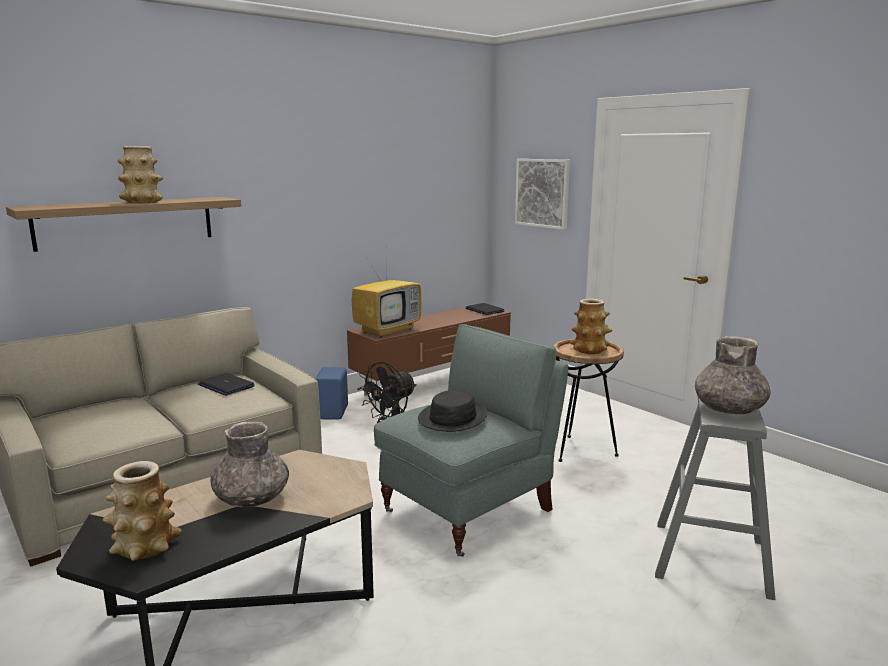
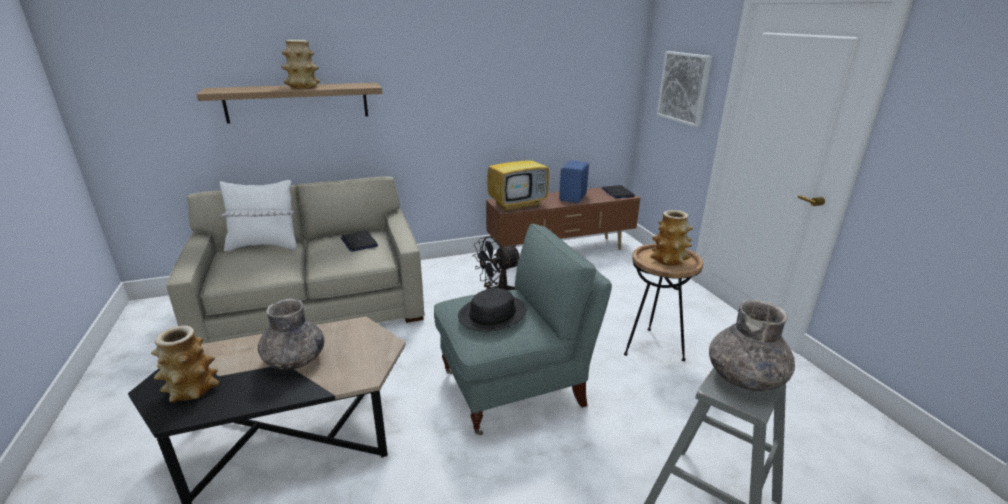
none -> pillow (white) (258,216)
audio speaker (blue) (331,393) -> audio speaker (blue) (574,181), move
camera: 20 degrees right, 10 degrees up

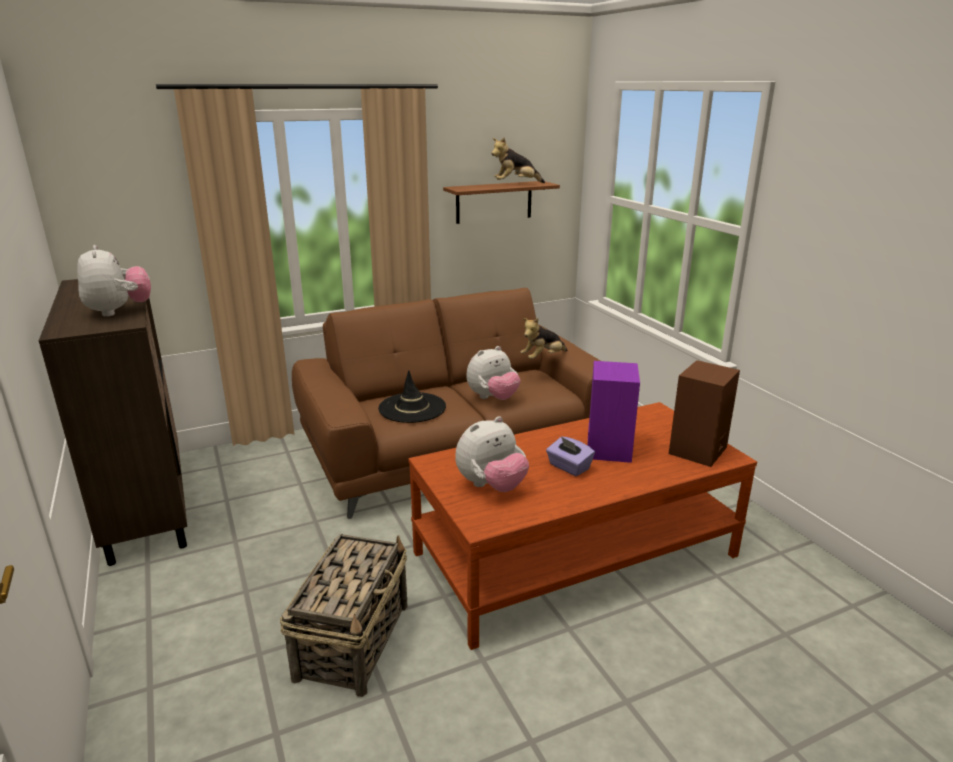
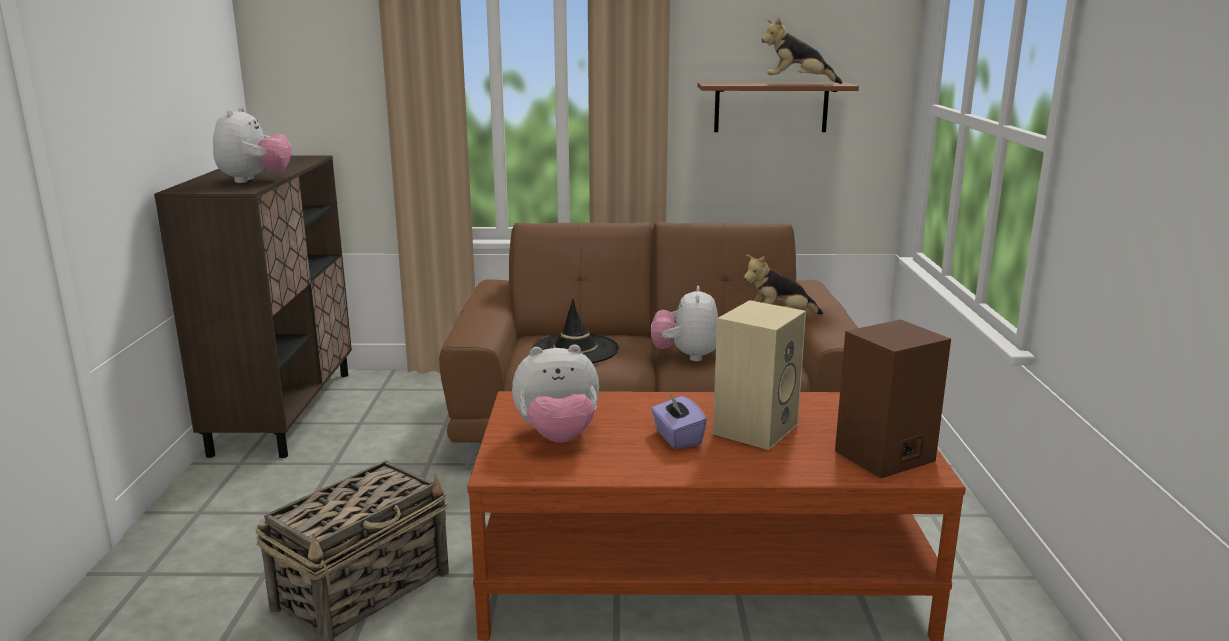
cuddly toy (494,373) -> cuddly toy (684,323), 105 degrees clockwise
audio speaker (purple) (614,412) -> audio speaker (sand-coloured) (759,375)
camera: 25 degrees right, 5 degrees down

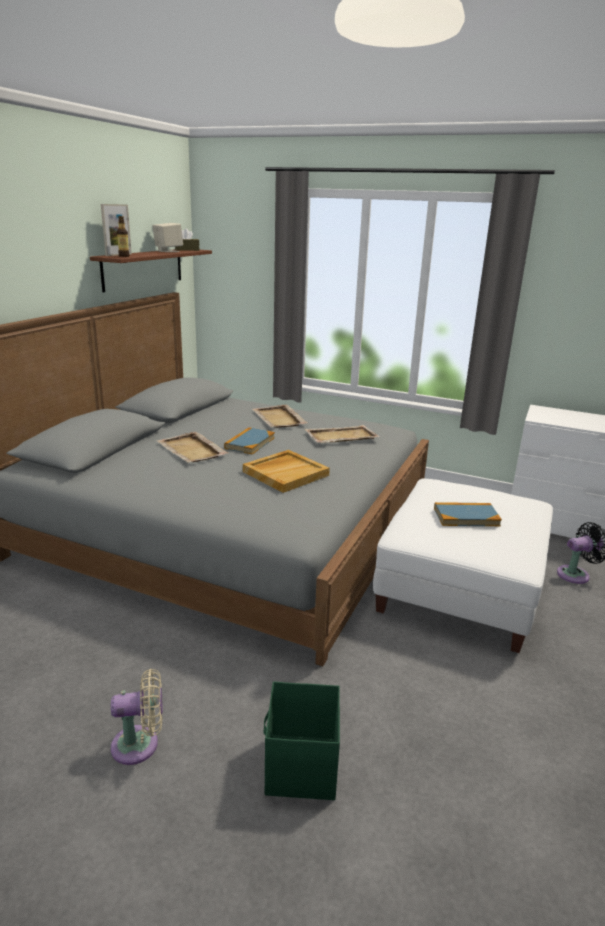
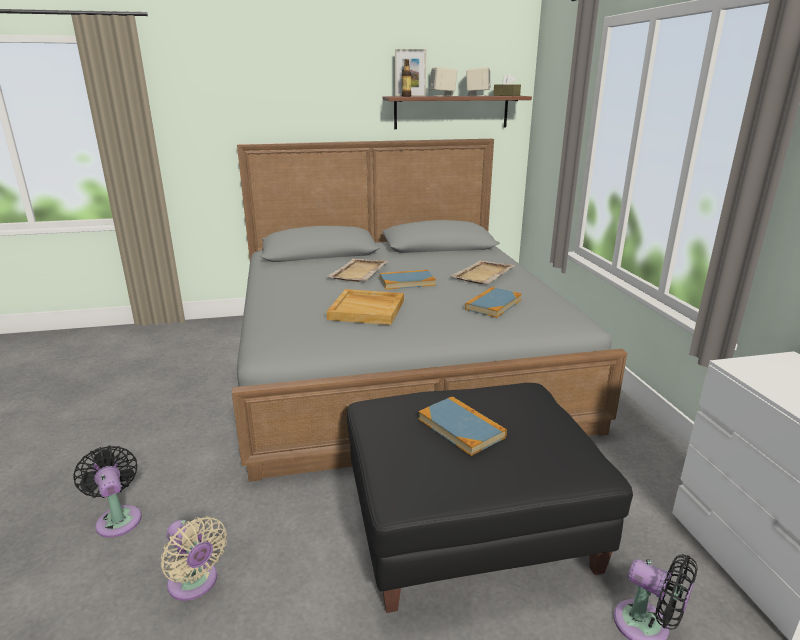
storage box (green-coloured) (301,740) -> electric fan (black) (107,491)
electric fan (sand-coloured) (136,717) -> electric fan (sand-coloured) (194,558), move
footrest (white) (463,566) -> footrest (black) (490,498)
none -> audio speaker (sand-coloured) (443,81)
serving tray (sand-coloured) (342,434) -> bound book (493,302)
camera: 55 degrees right, 0 degrees up

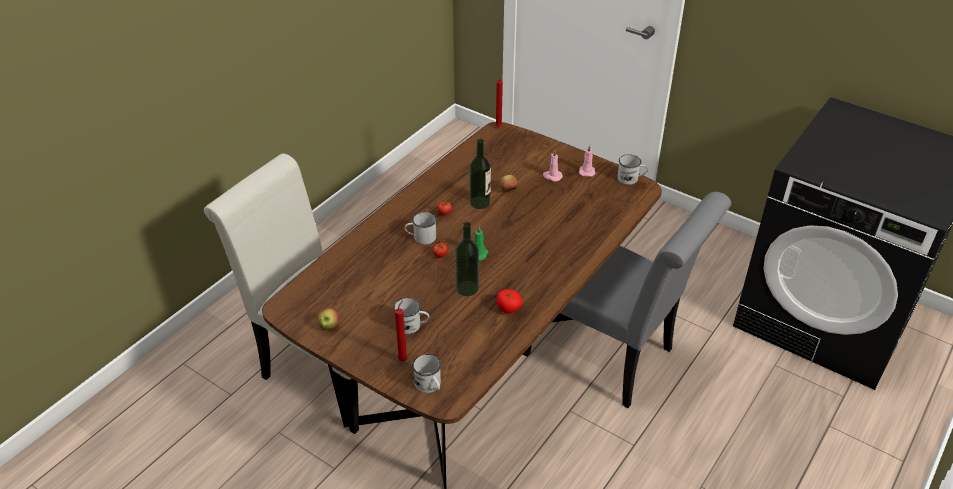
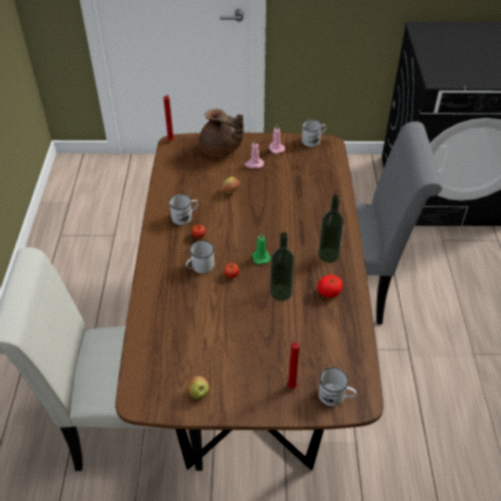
coffee mug (white) (411,315) -> coffee mug (white) (184,209), move
none -> pot for tea (brown) (221,133)
bottle (480,174) -> bottle (331,229), move
camera: 35 degrees left, 5 degrees up

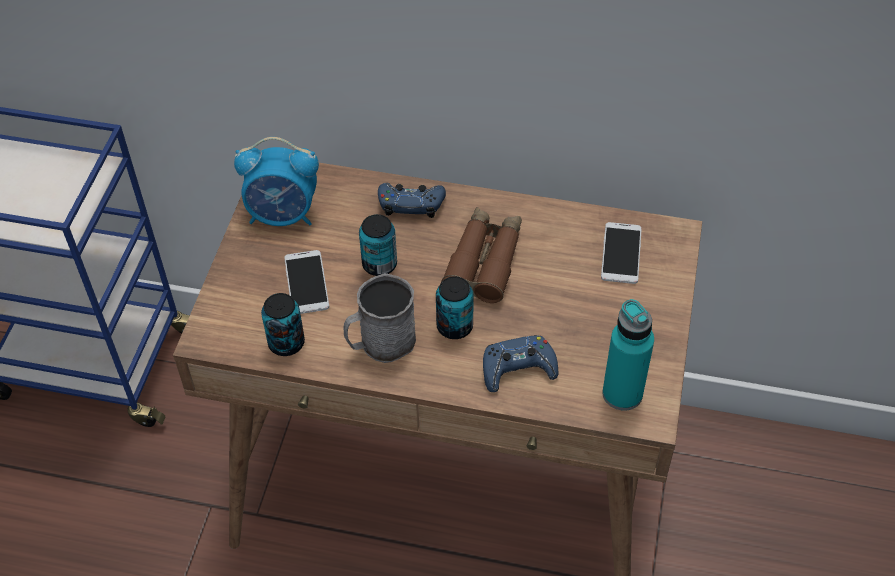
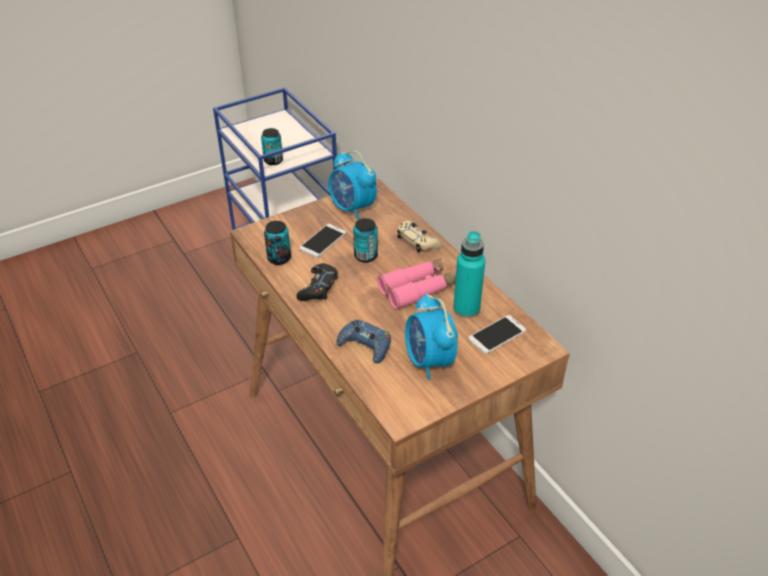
sealed can (455,307) -> sealed can (272,146), move
coffee mug (grey) (379,318) -> gamepad (black) (317,282)
binoculars (brown) (481,255) -> binoculars (pinkish) (416,284)
gamepad (blue) (412,200) -> gamepad (sand-coloured) (419,236)
none -> bedside clock (431,336)
bottle (turquoise) (628,355) -> bottle (turquoise) (469,274), move
camera: 45 degrees right, 10 degrees down

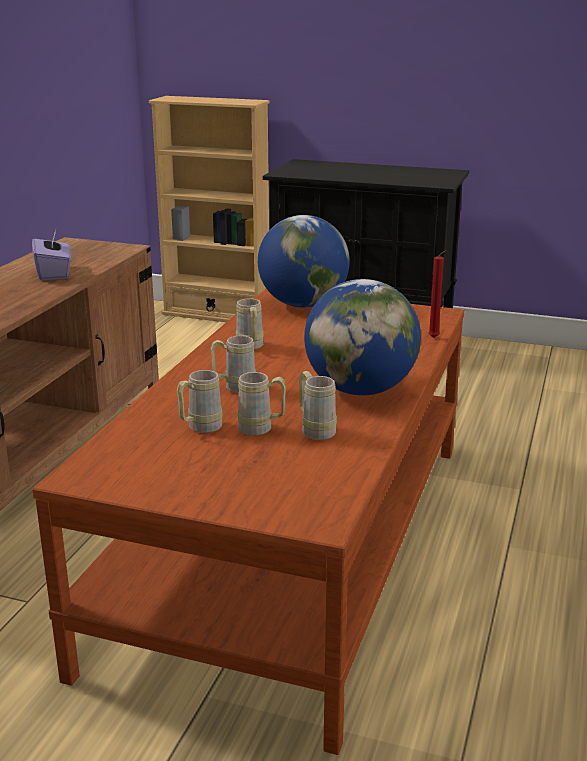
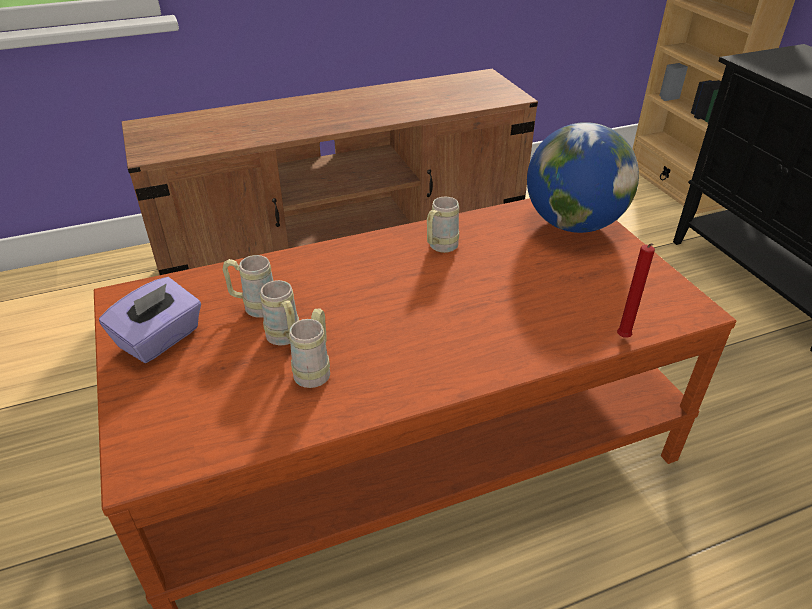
tissue holder (purple) (51,255) -> tissue holder (purple) (150,320), move
coffee mug (sand-coloured) (233,364) -> none
desk globe (362,337) -> none
camera: 50 degrees right, 15 degrees up

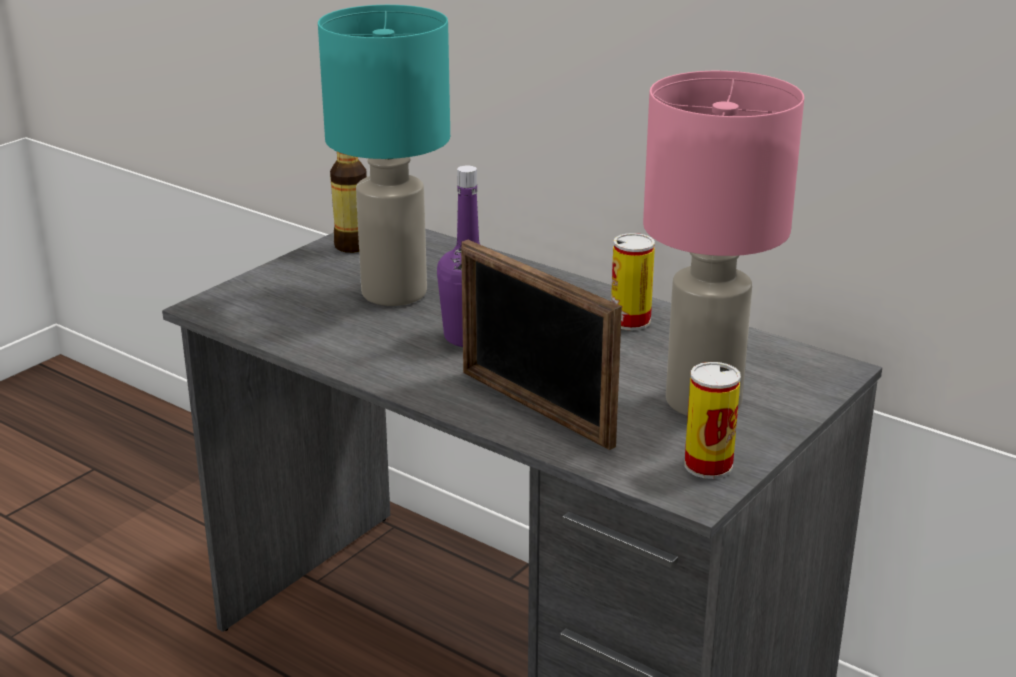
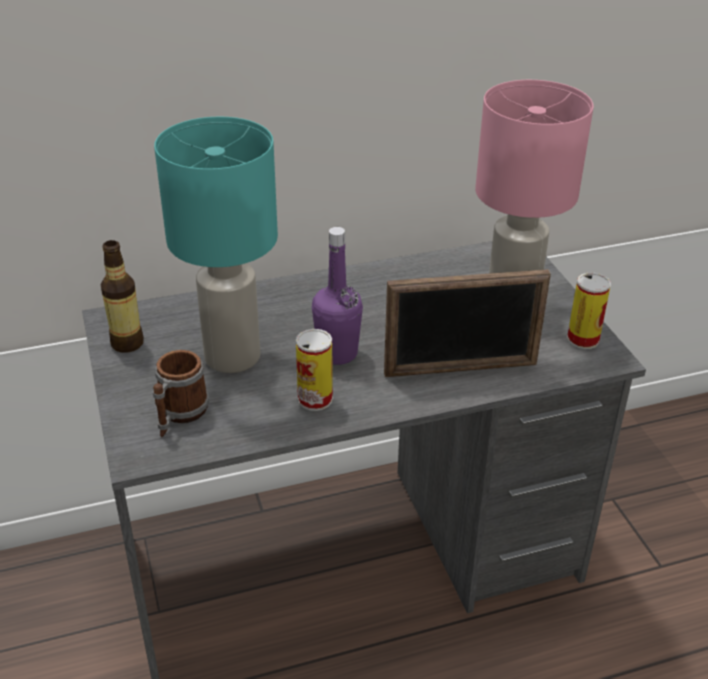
none -> coffee mug (181,393)
sealed can (633,282) -> sealed can (314,370), move
camera: 55 degrees left, 10 degrees up

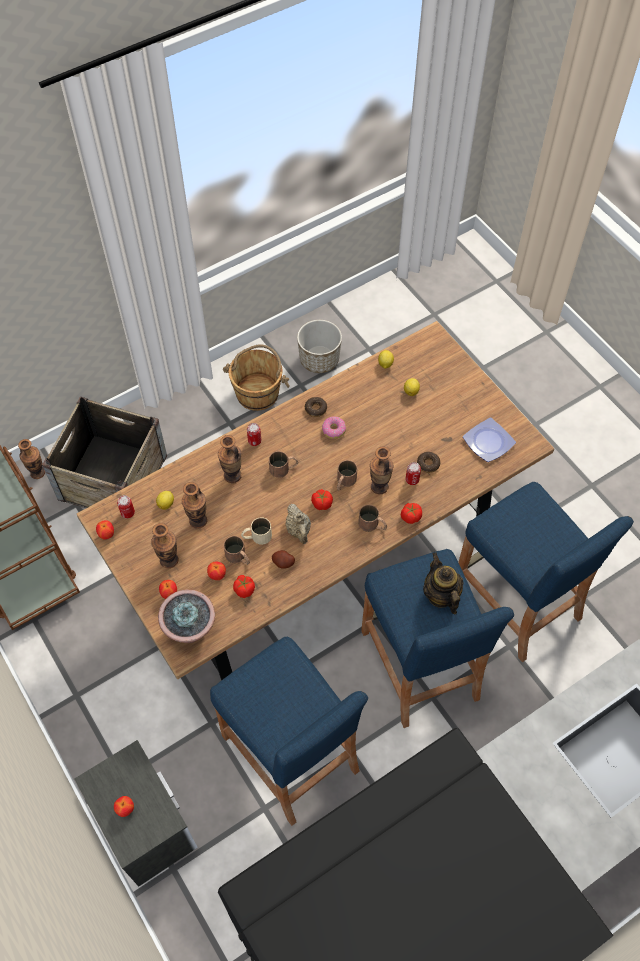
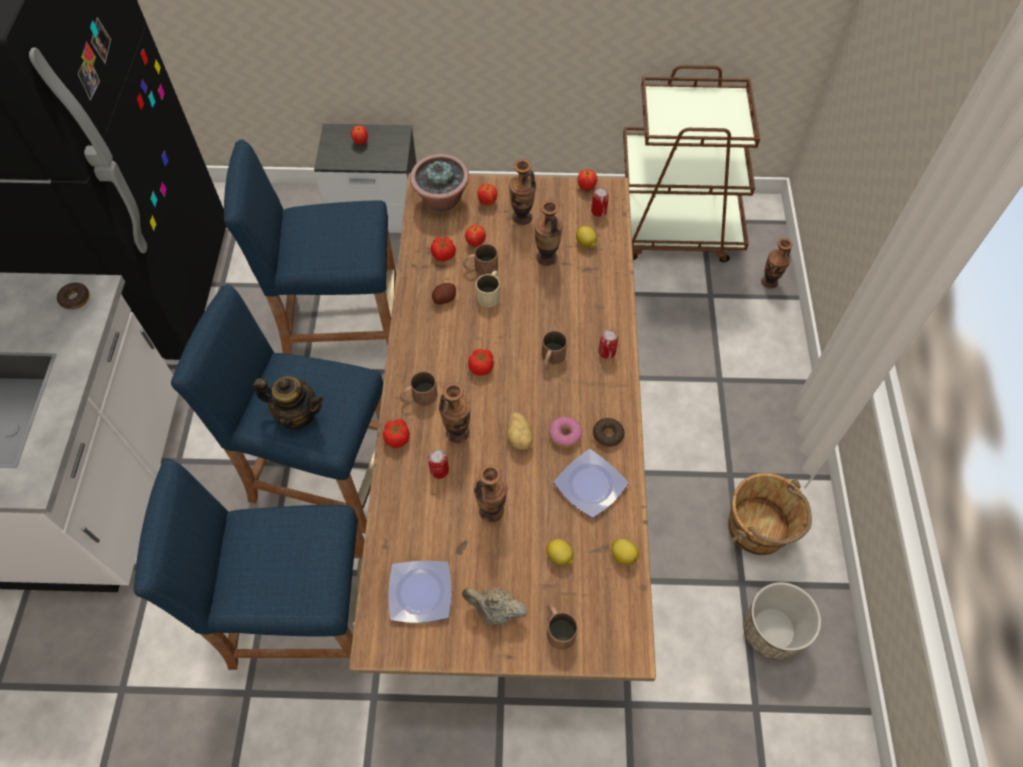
doughnut (428,462) -> doughnut (73,296), move
pot for tea (sand-coloured) (298,524) -> pot for tea (sand-coloured) (495,606), move
flower vase (229,459) -> flower vase (490,494), move
none -> spud (520,431)
coffee mug (brown) (347,475) -> coffee mug (brown) (562,627), move
none -> dinner plate (591,483)
crate (104,452) -> none
camera: 125 degrees right, 0 degrees up

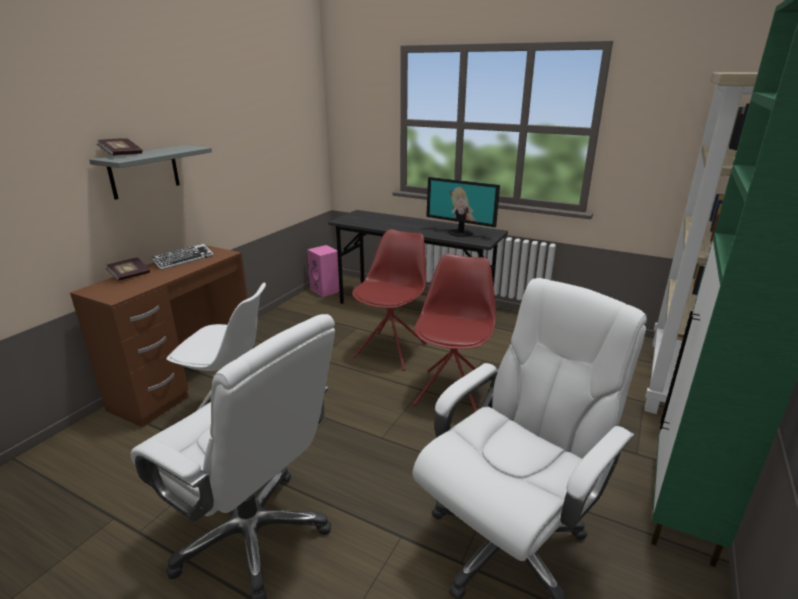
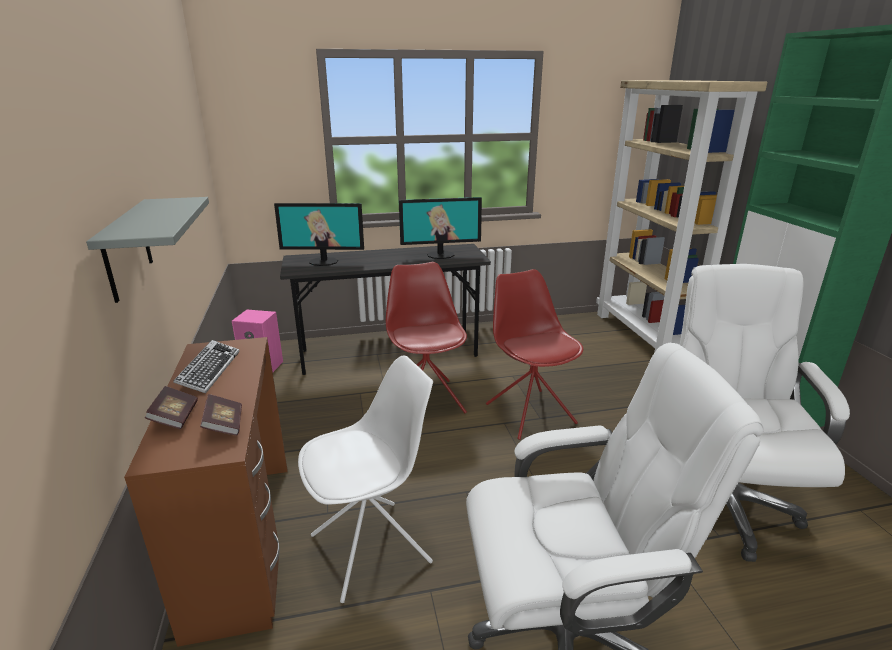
bound book (120,147) -> bound book (221,415), move
none -> monitor (319,234)
camera: 40 degrees left, 0 degrees up

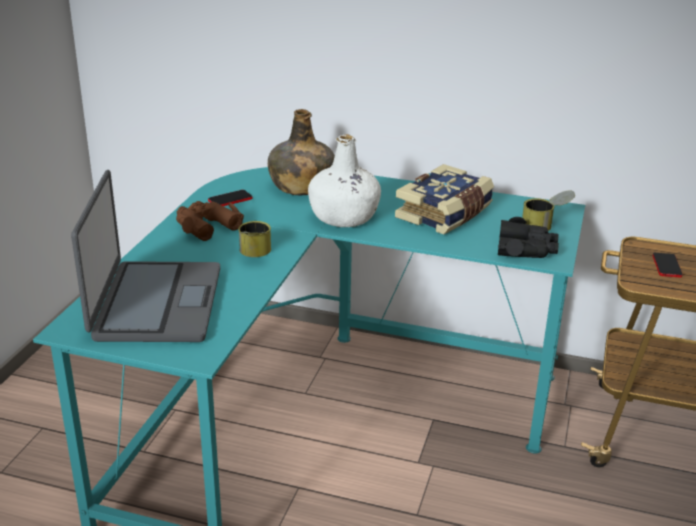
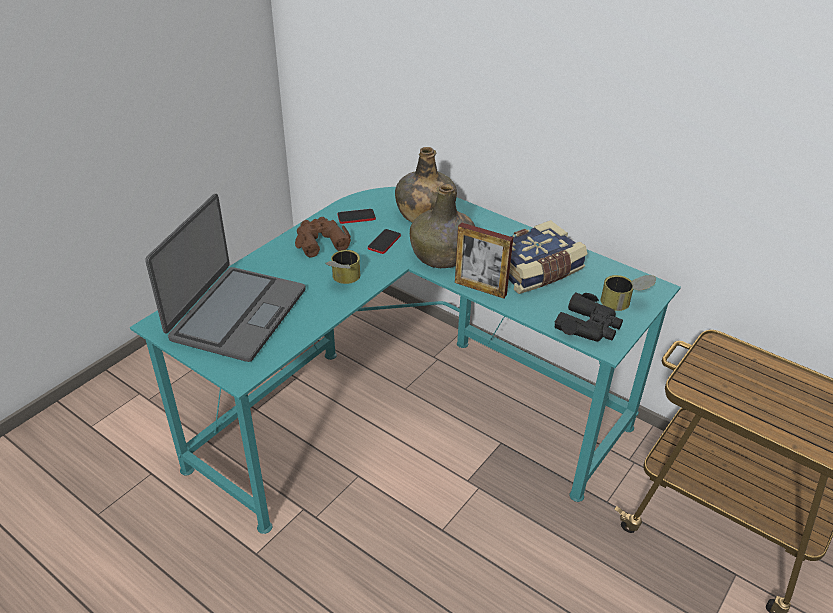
handset (667,265) -> handset (384,241), move
bottle (white) (344,180) -> bottle (green-coloured) (442,226)
none -> photo frame (484,260)
camera: 20 degrees right, 10 degrees up

